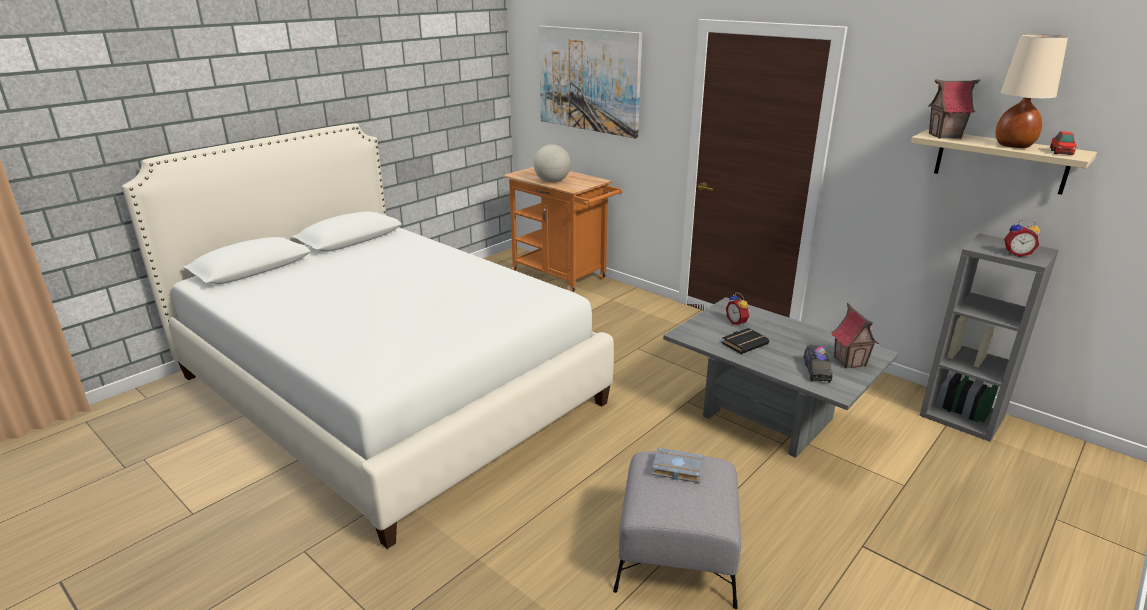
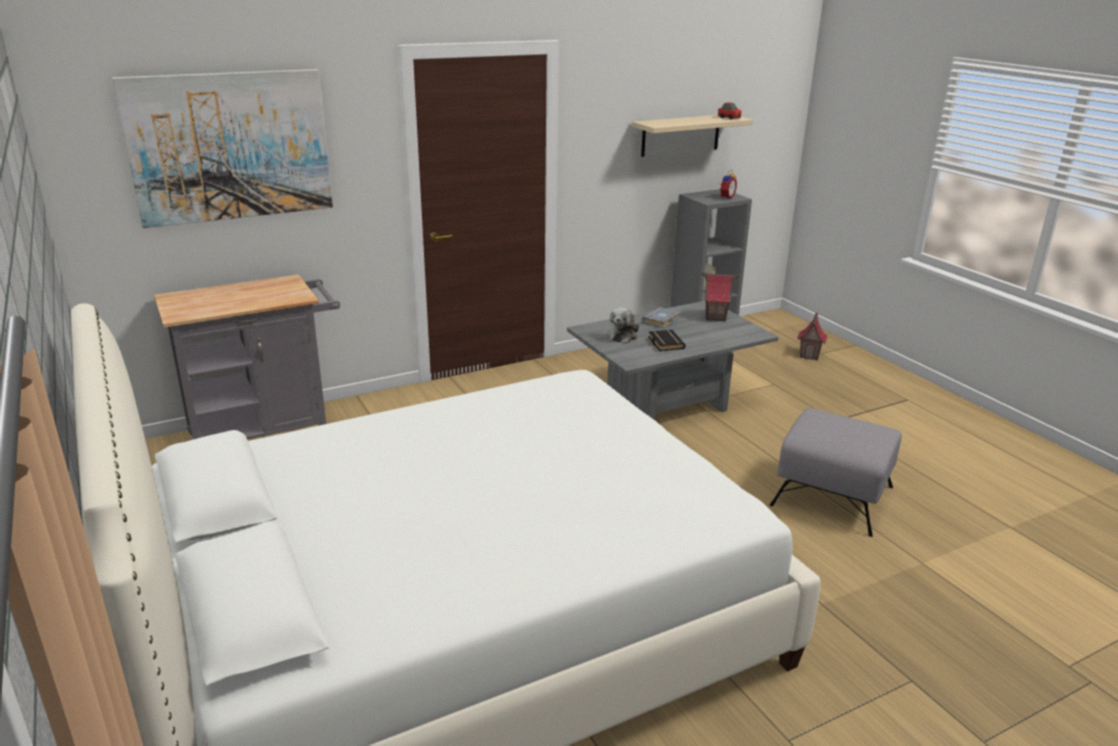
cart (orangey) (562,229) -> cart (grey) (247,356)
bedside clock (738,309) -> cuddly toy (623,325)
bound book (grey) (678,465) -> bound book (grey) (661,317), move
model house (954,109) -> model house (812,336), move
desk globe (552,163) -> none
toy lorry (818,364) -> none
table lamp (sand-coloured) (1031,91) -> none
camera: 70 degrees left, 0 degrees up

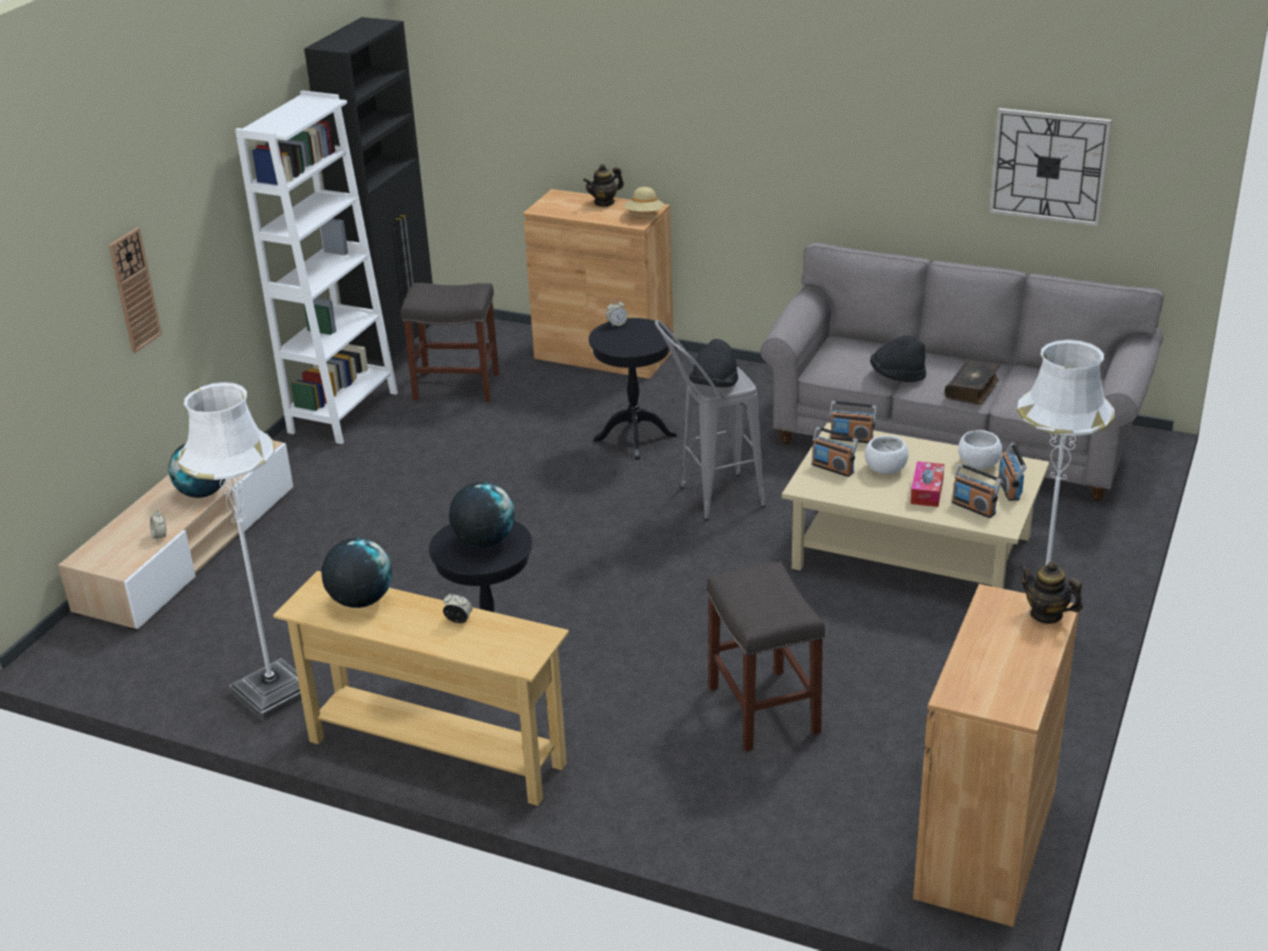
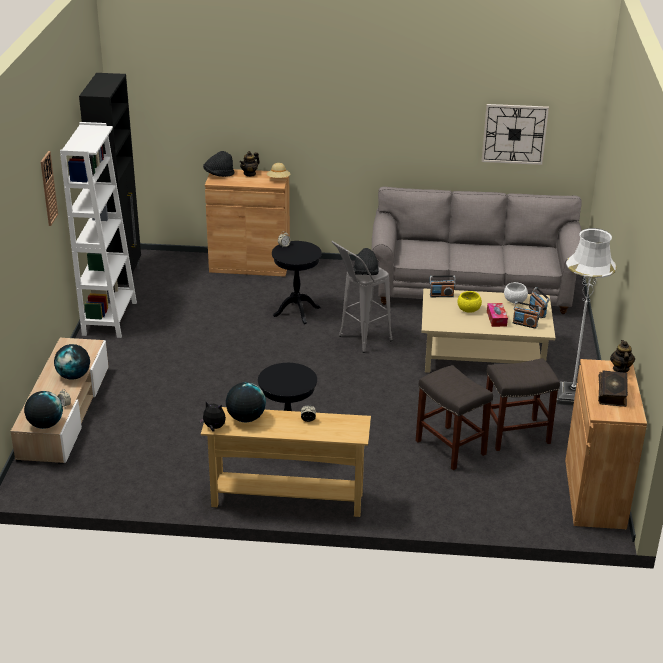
desk globe (481,515) -> desk globe (43,410), move
hanging clock (135,290) -> hanging clock (49,188), move
none -> cuddly toy (212,417)
hat (black) (898,358) -> hat (black) (218,164), move
deep dish (white) (886,454) -> deep dish (yellowish) (470,302)
stool seat (grey) (450,342) -> stool seat (grey) (523,404), move
bound book (972,382) -> bound book (613,388), move
pot for tea (1051,592) -> pot for tea (622,356), 75 degrees clockwise
standard lamp (white) (240,551) -> none
radio set (835,452) -> none
camera: 20 degrees left, 0 degrees up

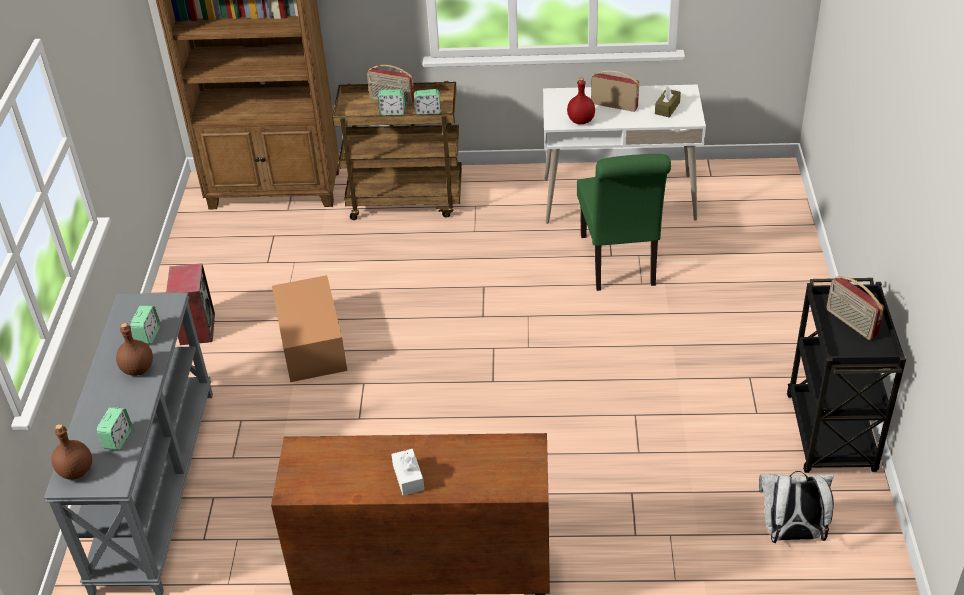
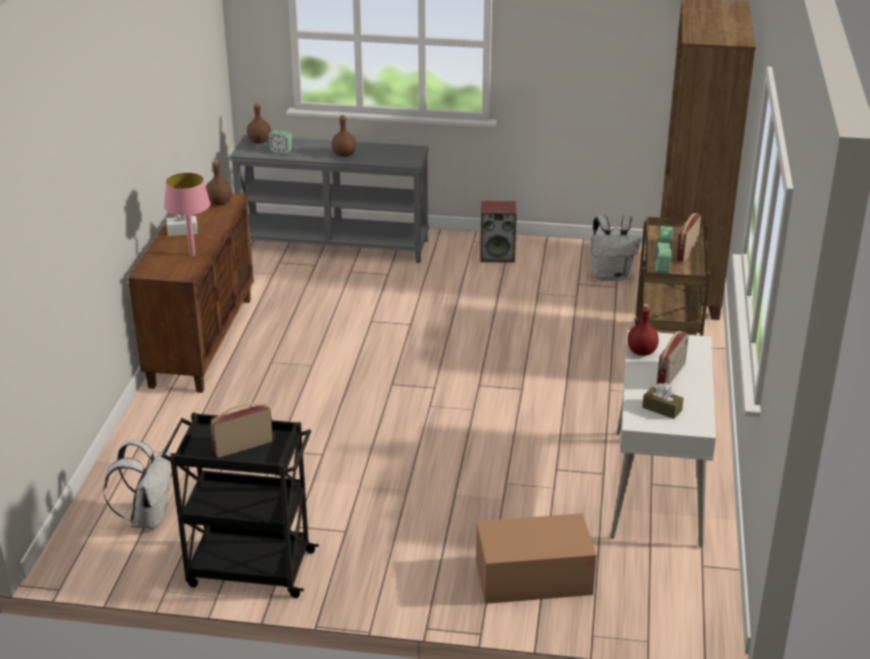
none -> table lamp (pinkish) (187,214)
none -> bottle (brown) (219,182)
packing box (309,328) -> packing box (536,558), move
none -> knapsack (white) (615,248)
bedside clock (145,324) -> none
chair (green-coloured) (624,222) -> none
camera: 95 degrees right, 10 degrees down

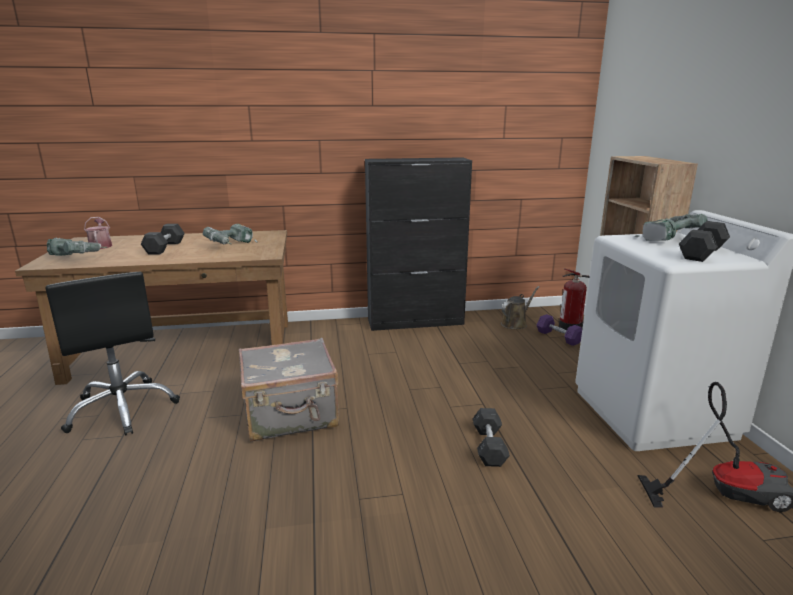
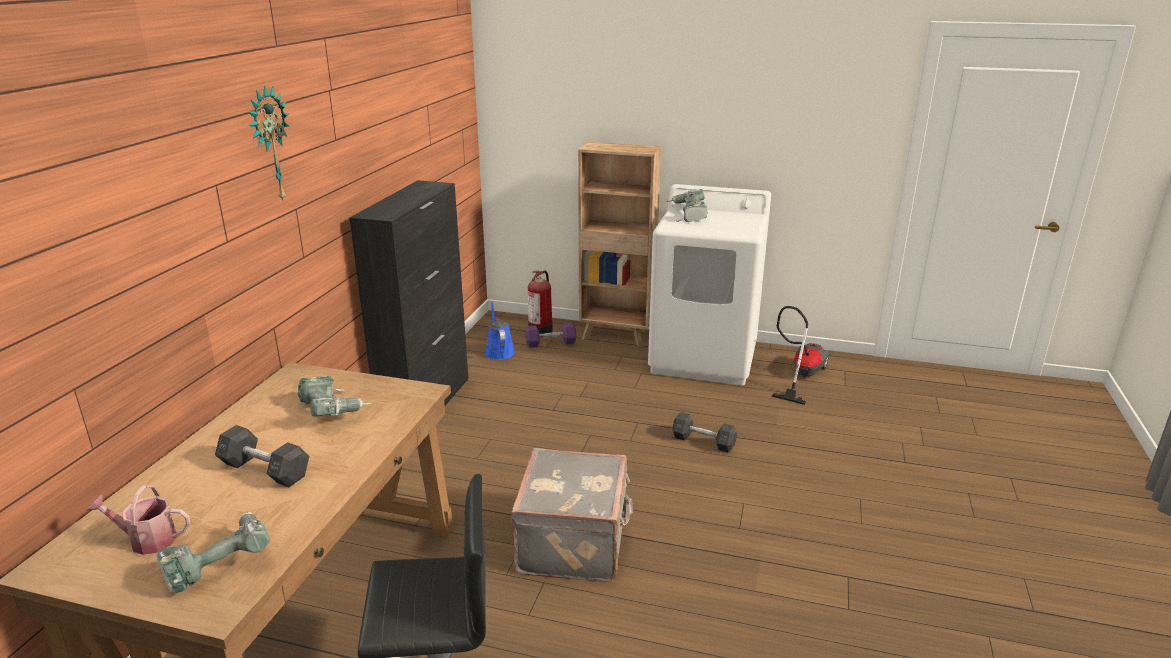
none -> hanging clock (269,144)
watering pot (brown) (520,307) -> watering pot (blue) (500,331)
free weight (grey) (704,241) -> none
camera: 65 degrees left, 5 degrees up

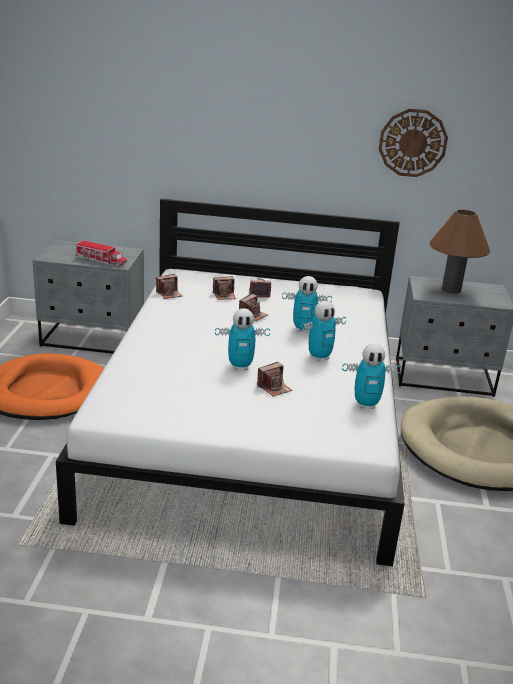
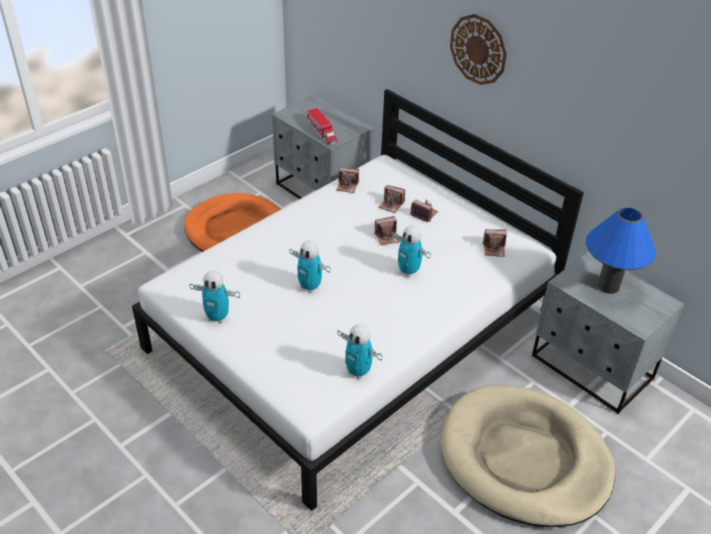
toy robot (323,331) -> toy robot (214,296), move
hanging clock (413,143) -> hanging clock (478,49), move
photo camera (274,379) -> photo camera (494,243), move
table lamp (brown) (460,252) -> table lamp (blue) (621,250)
camera: 40 degrees right, 15 degrees up

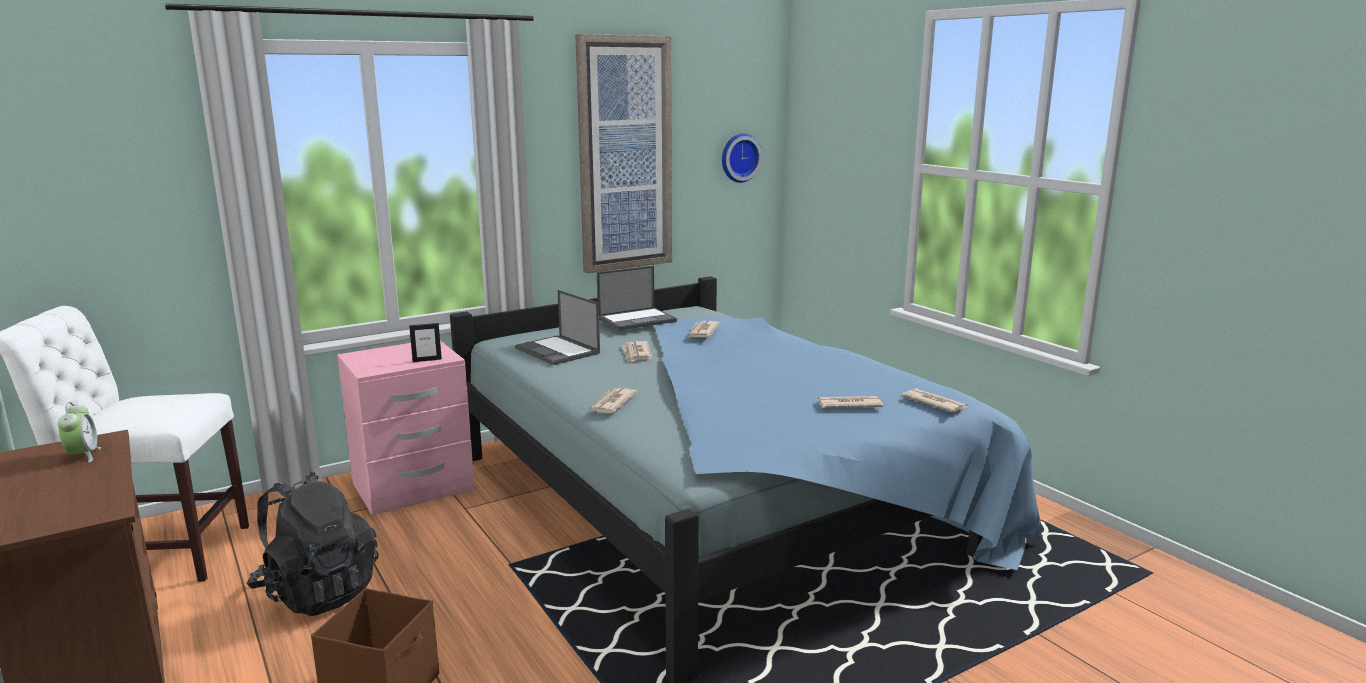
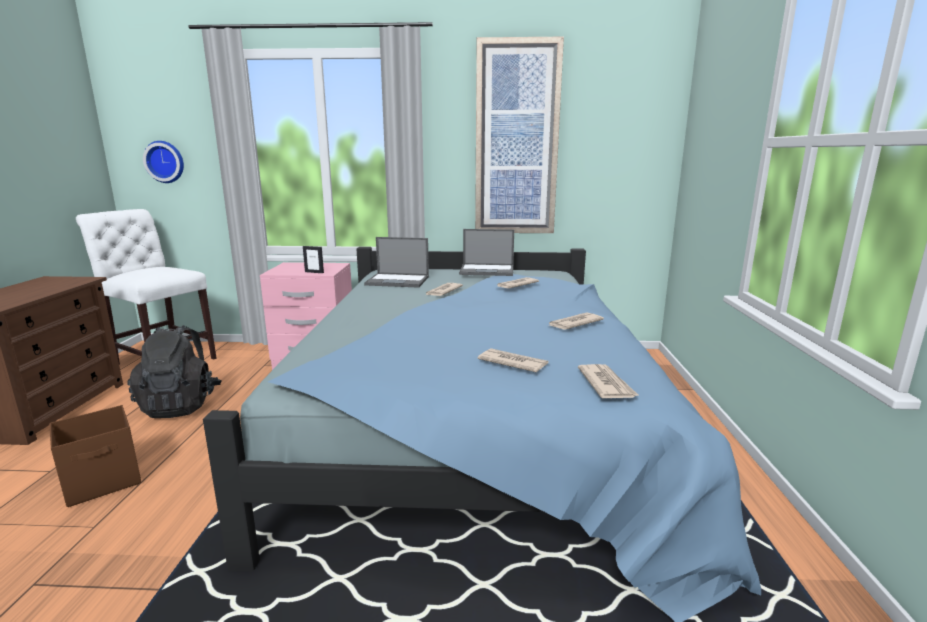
hanging clock (742,158) -> hanging clock (163,162), move
notebook computer (557,327) -> notebook computer (396,262), 75 degrees counterclockwise
printed paper (613,400) -> printed paper (576,321), move
bedside clock (79,432) -> none
camera: 35 degrees right, 0 degrees up

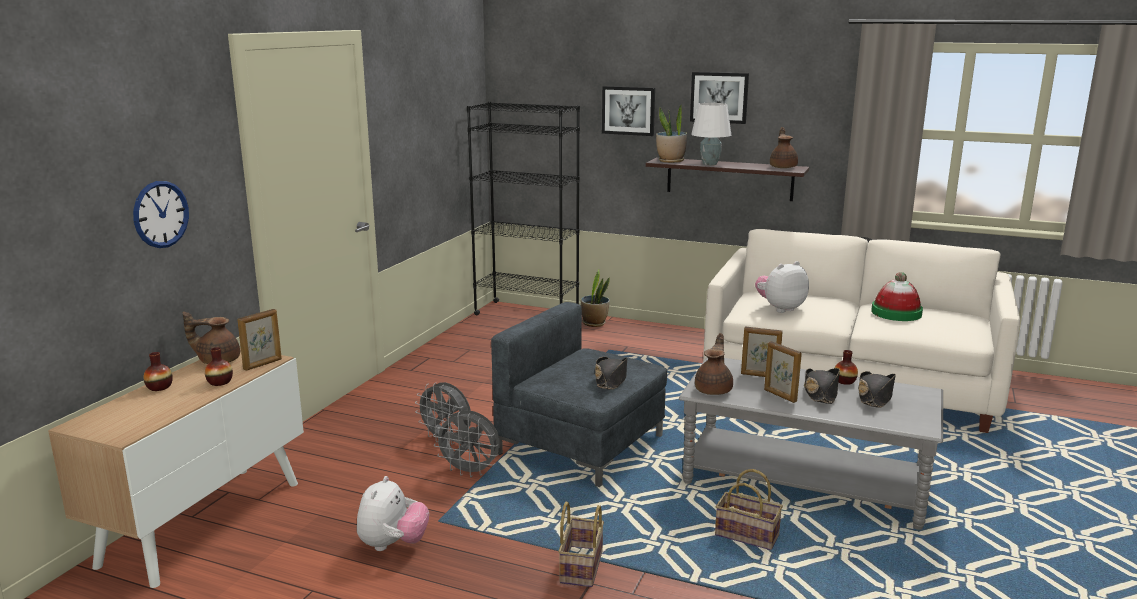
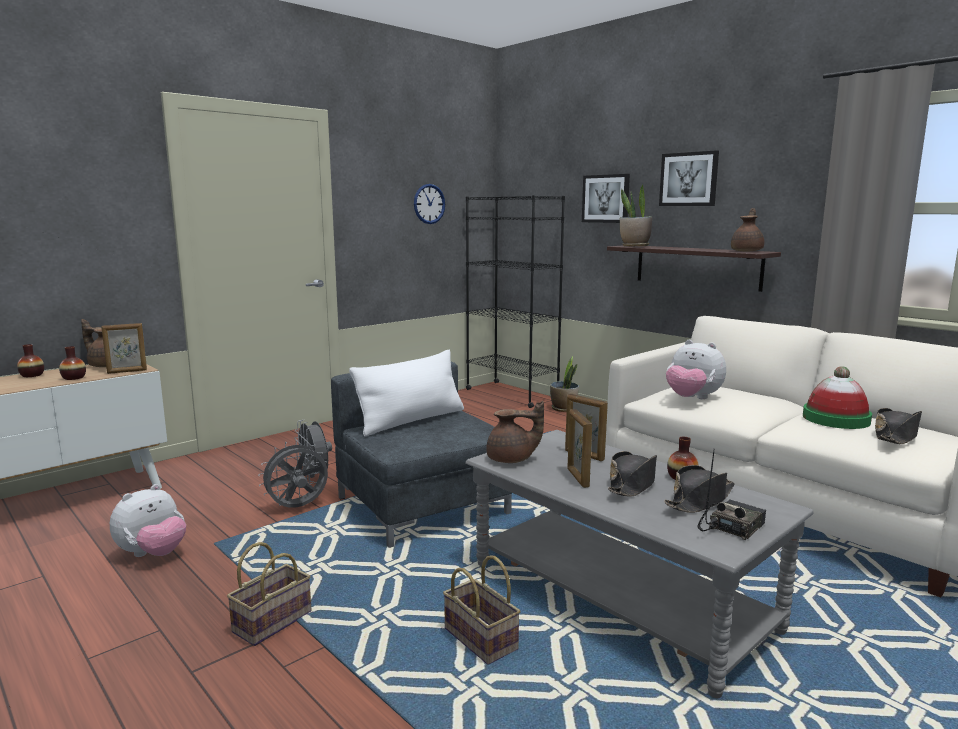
electric fan (grey) (466,443) -> electric fan (grey) (293,473), 105 degrees clockwise
none -> pillow (white) (406,393)
hanging clock (161,214) -> hanging clock (429,204), move
pot for tea (brown) (714,364) -> pot for tea (brown) (515,432), 45 degrees clockwise
cuddly toy (782,287) -> cuddly toy (696,369), 135 degrees counterclockwise
none -> radio set (731,494)
hat (black) (611,373) -> hat (black) (898,426), move
table lamp (white) (711,134) -> none
camera: 25 degrees right, 5 degrees down

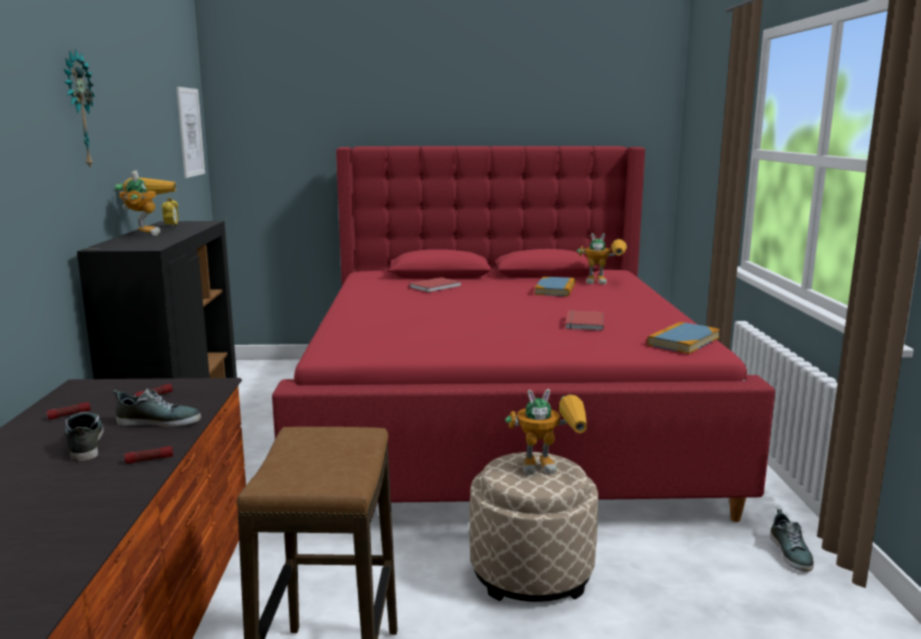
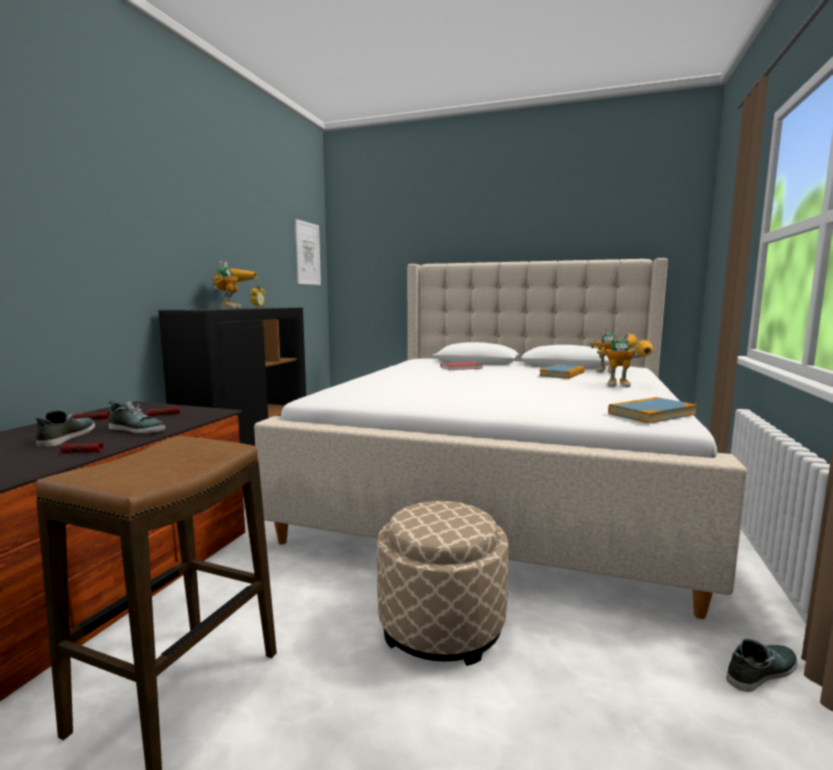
bedroom bed (red) (523,334) -> bedroom bed (sand-coloured) (500,438)
toy robot (546,432) -> toy robot (625,360), move
item of footwear (792,540) -> item of footwear (762,665), 135 degrees counterclockwise
hanging clock (79,109) -> none
bound book (red) (584,320) -> none
camera: 20 degrees right, 5 degrees down

